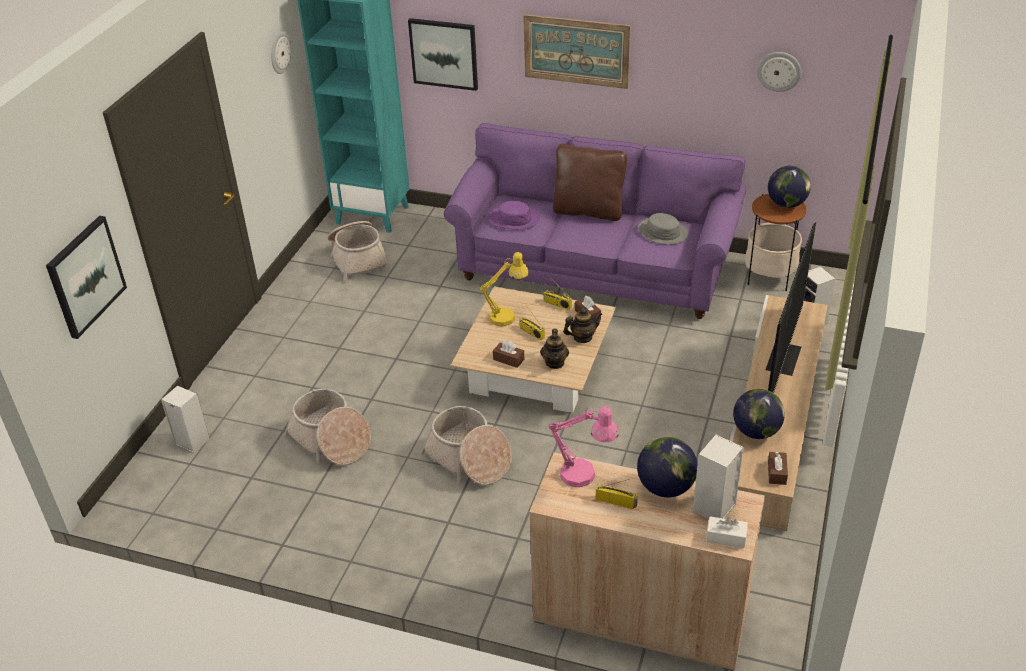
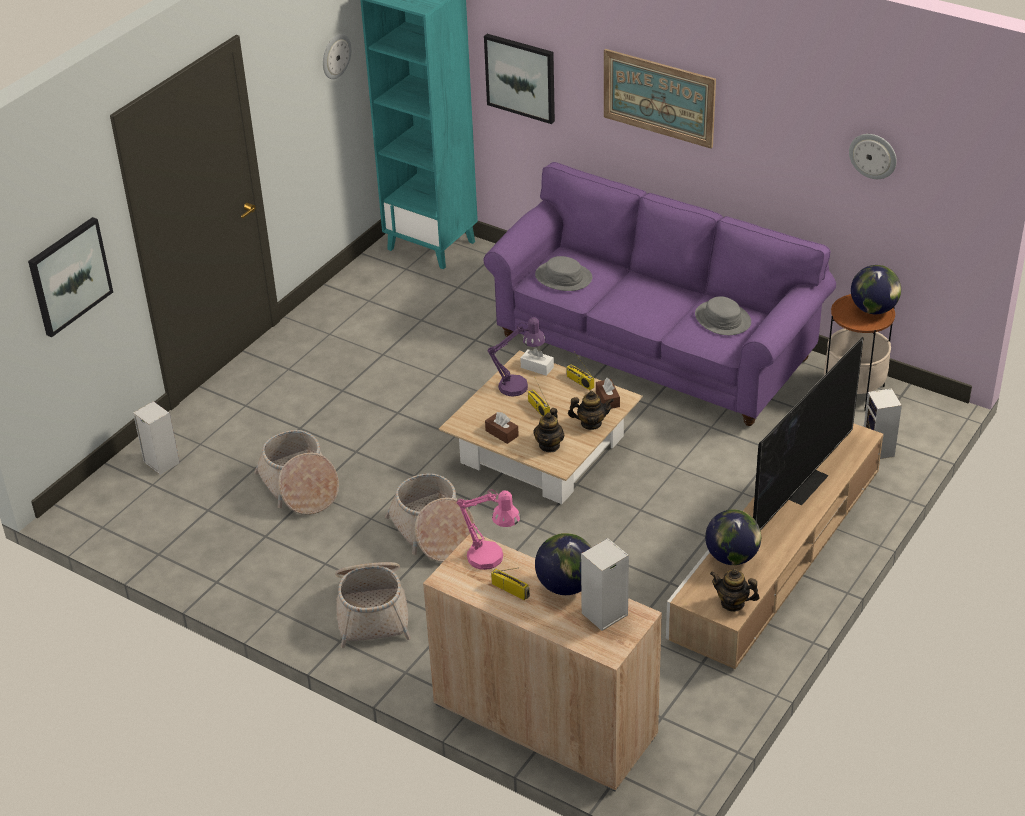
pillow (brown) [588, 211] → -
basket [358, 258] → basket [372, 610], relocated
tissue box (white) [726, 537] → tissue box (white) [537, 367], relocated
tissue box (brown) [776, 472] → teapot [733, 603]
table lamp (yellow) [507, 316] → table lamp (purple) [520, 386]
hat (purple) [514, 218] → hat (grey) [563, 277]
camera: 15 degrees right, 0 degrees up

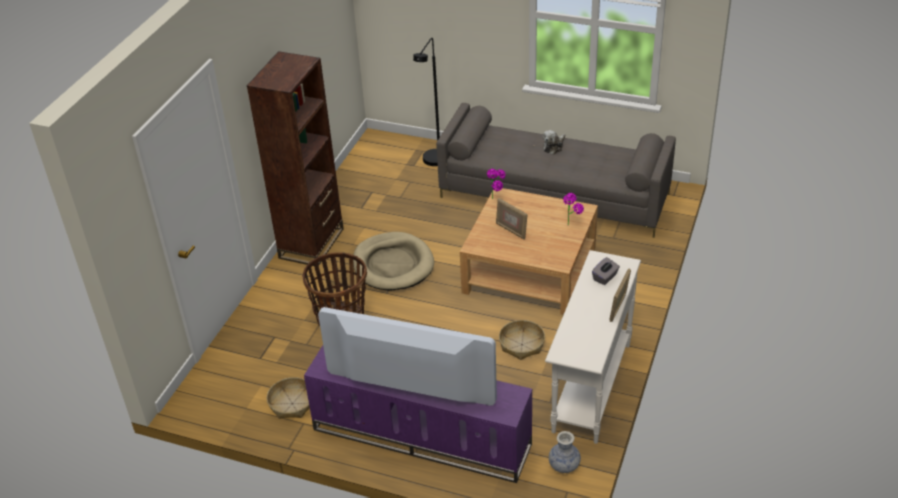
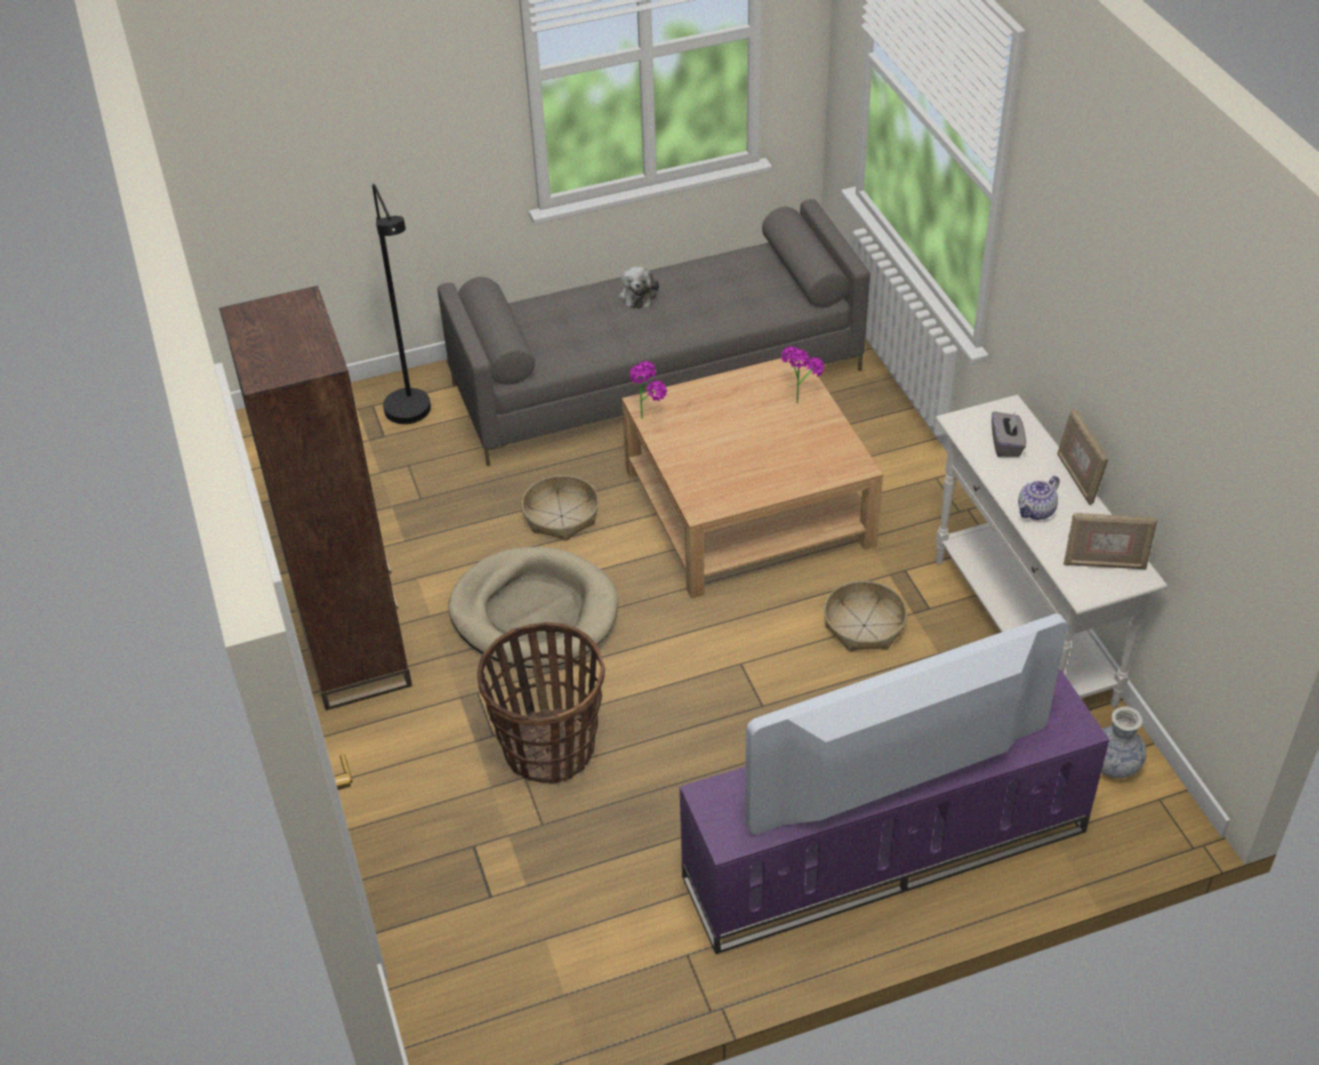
- → teapot [1036, 511]
basket [292, 403] → basket [561, 516], relocated
picture frame [511, 230] → picture frame [1104, 564], relocated
camera: 40 degrees left, 5 degrees up

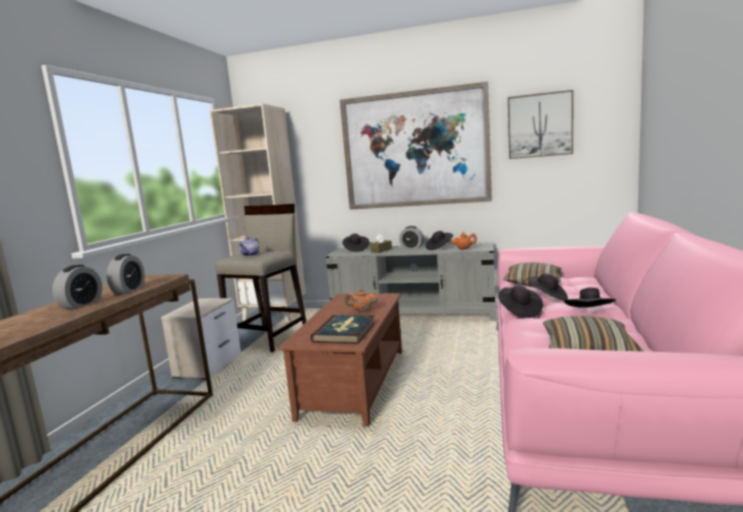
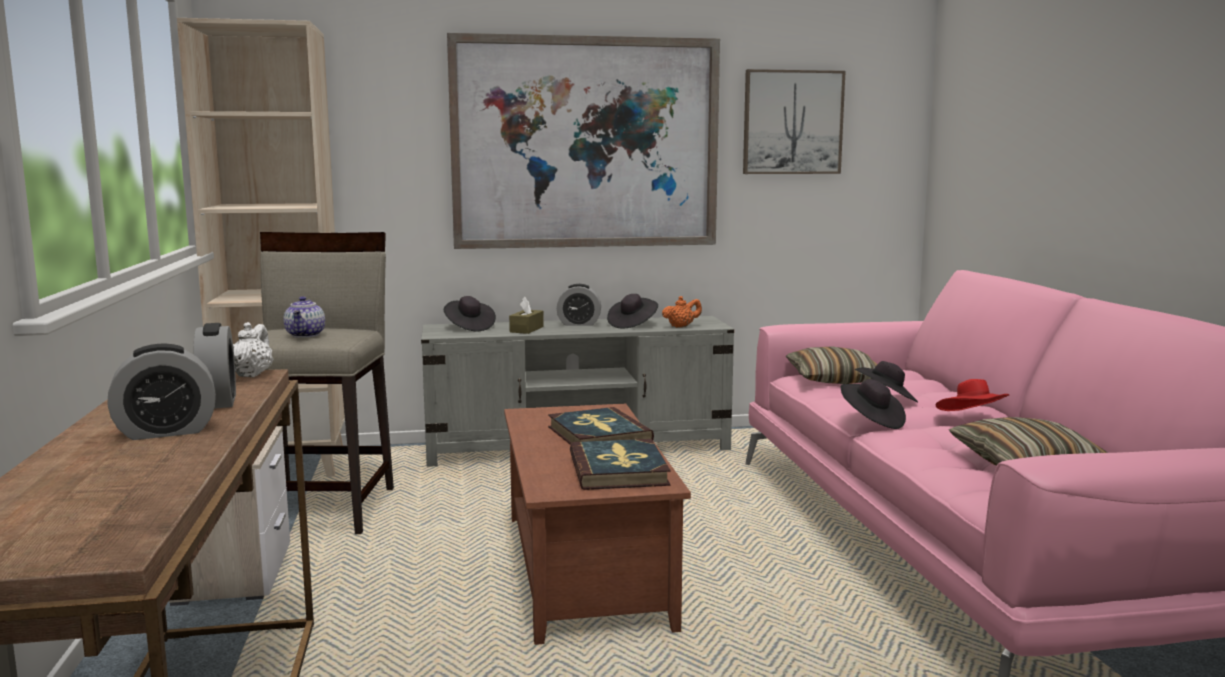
- → teapot (white) [252, 375]
teapot (orange) [362, 311] → book [598, 435]
hat (black) [590, 313] → hat (red) [972, 419]
alarm clock [81, 304] → alarm clock [166, 432], 75 degrees clockwise
camera: 25 degrees left, 0 degrees up

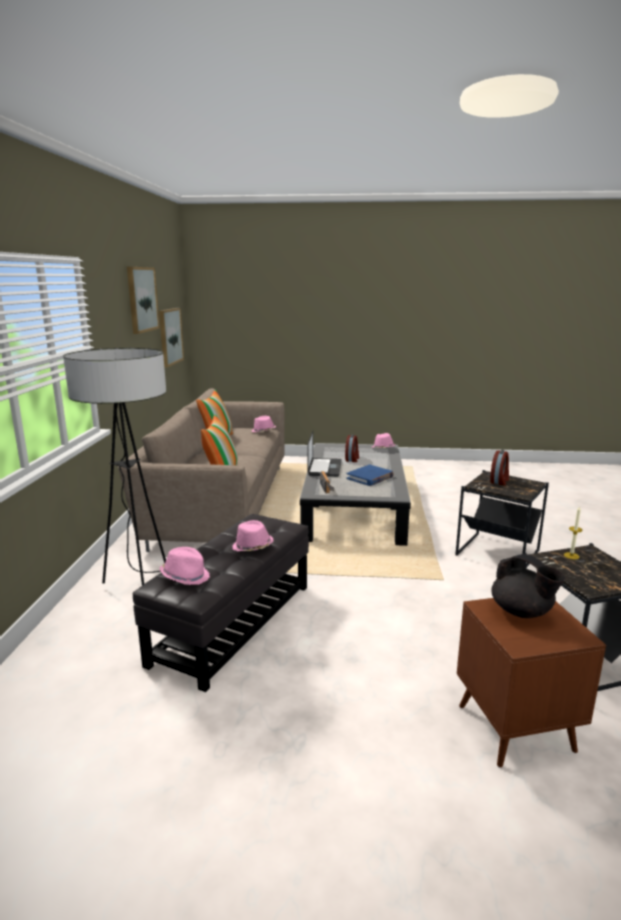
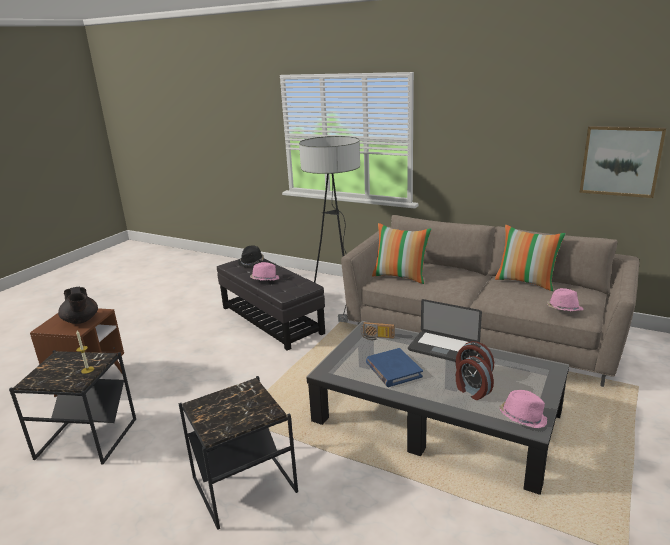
picture [141, 299] → -
alarm clock [500, 481] → alarm clock [472, 391], relocated
hat (pink) [185, 576] → hat (black) [252, 262]
teapot (black) [522, 612] → teapot (black) [81, 321], 105 degrees counterclockwise
camera: 115 degrees right, 5 degrees up

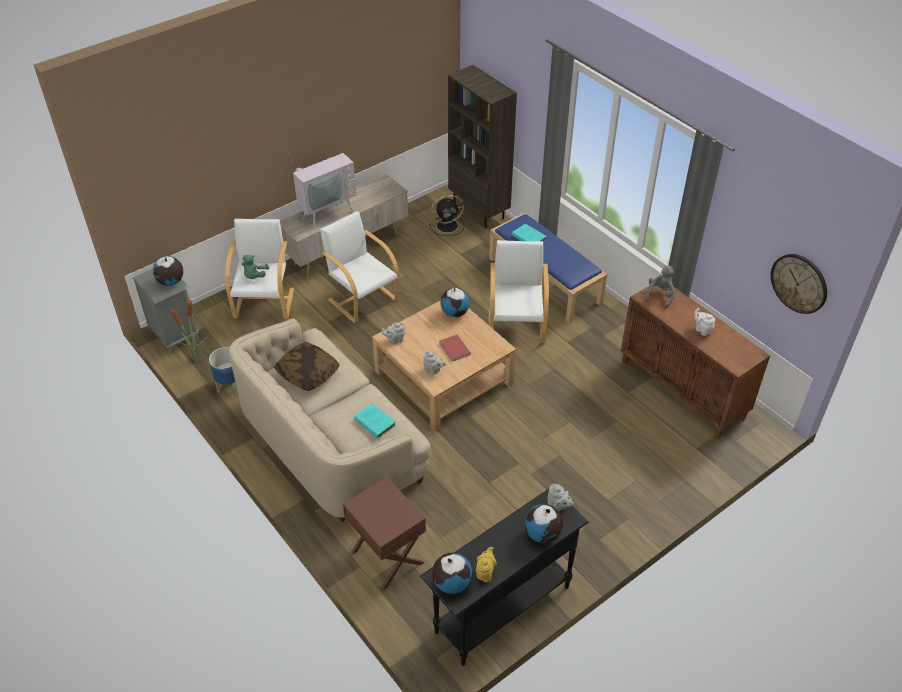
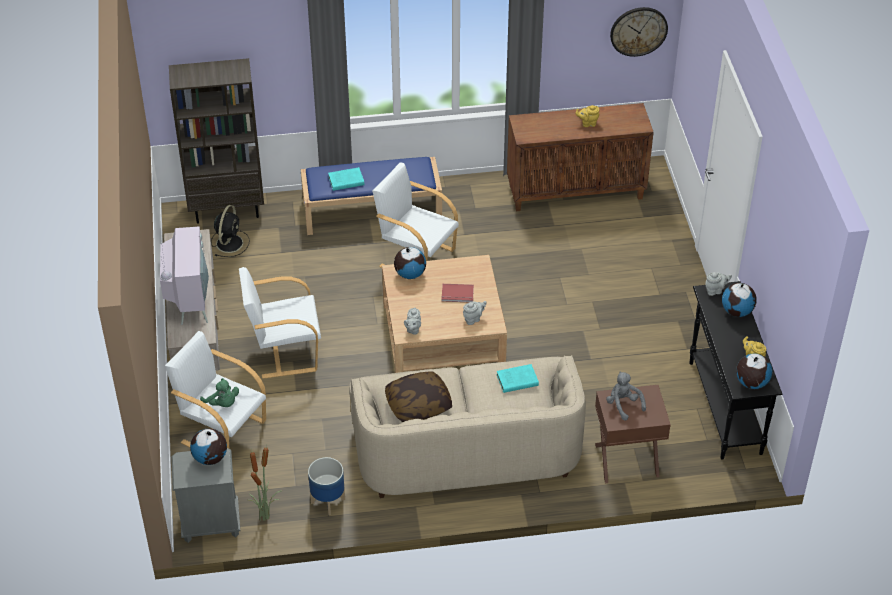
plush toy (grey) [660, 295] → plush toy (grey) [623, 405], relocated
teapot (white) [702, 329] → teapot (yellow) [587, 123]
camera: 60 degrees left, 0 degrees up

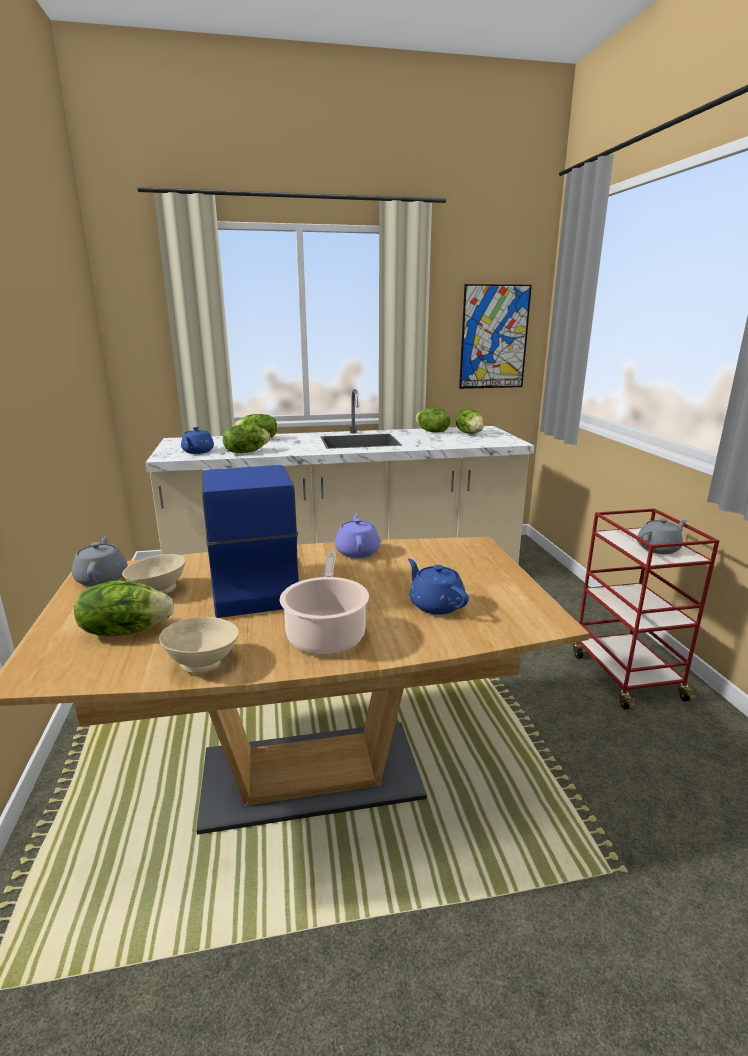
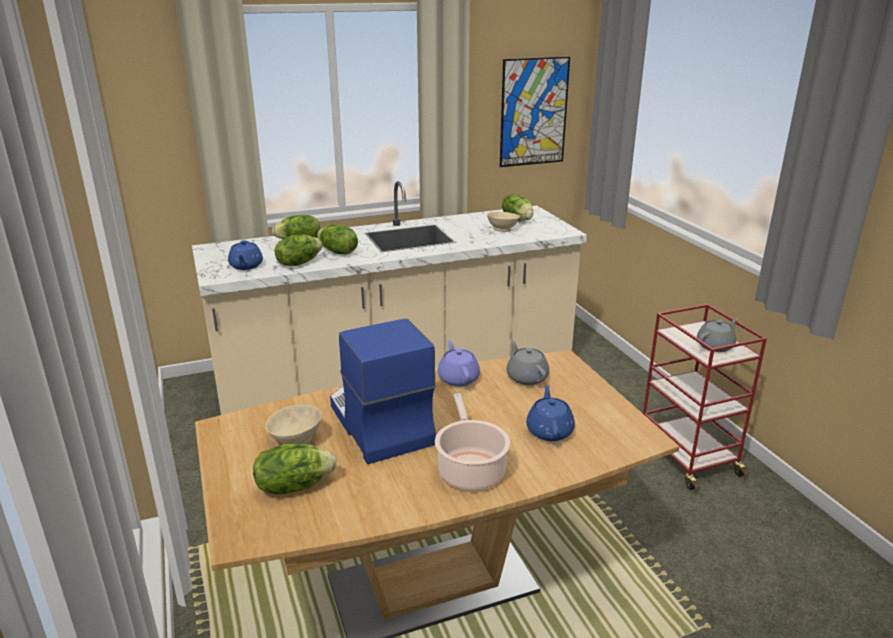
teapot (grey) [102, 578] → teapot (grey) [526, 377], relocated
bowl (beige) [204, 663] → bowl (beige) [503, 230], relocated
lettuce [431, 431] → lettuce [337, 252], relocated
teapot (blue) [435, 604] → teapot (blue) [549, 430], 45 degrees clockwise
camera: 10 degrees left, 5 degrees up

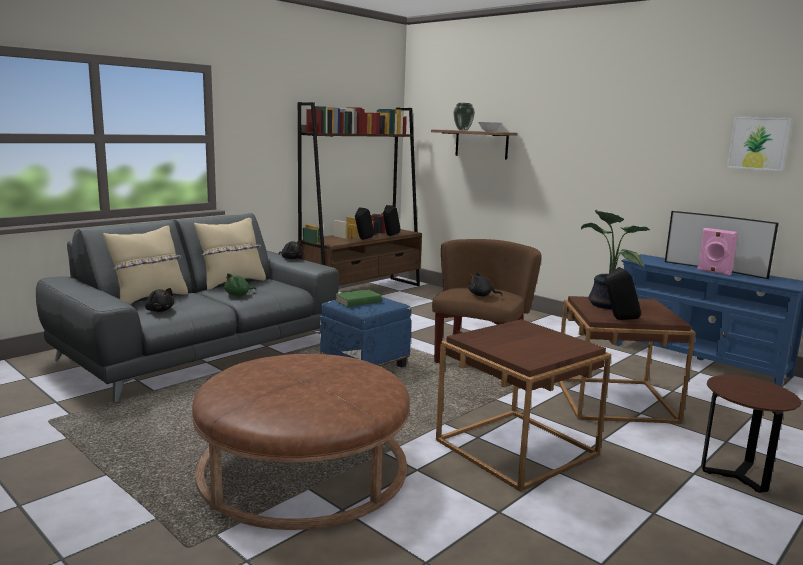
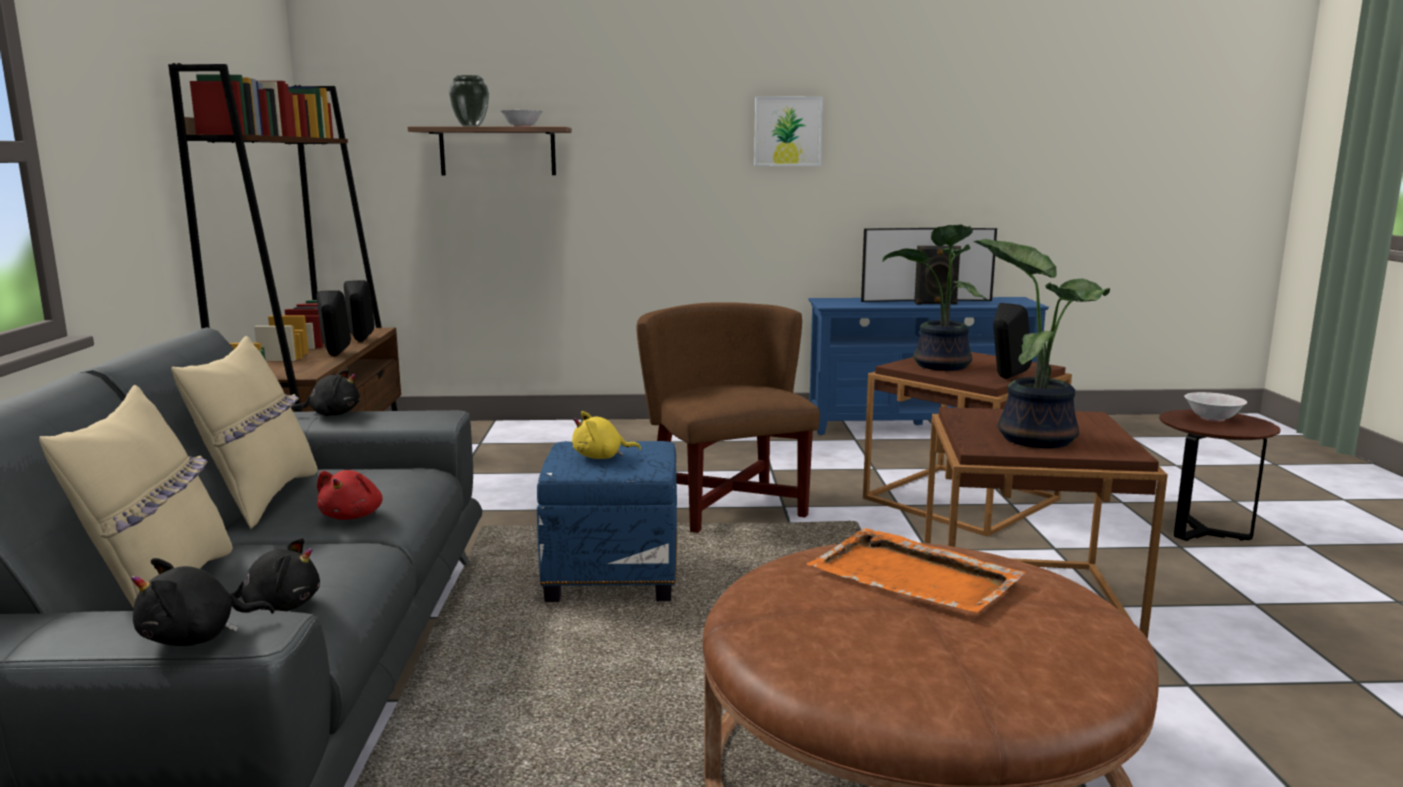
- → tray (orange) [915, 577]
- → potted plant [1035, 437]
- → bowl (white) [1212, 418]
plush toy (black) [481, 295] → plush toy (black) [196, 637], relocated
picture [758, 143] → picture [787, 131], relocated
book (green) [358, 301] → plush toy (yellow) [601, 457]
plush toy (green) [239, 295] → plush toy (red) [353, 516]
speaker (pink) [713, 272] → speaker (black) [935, 303]
camera: 45 degrees left, 0 degrees up

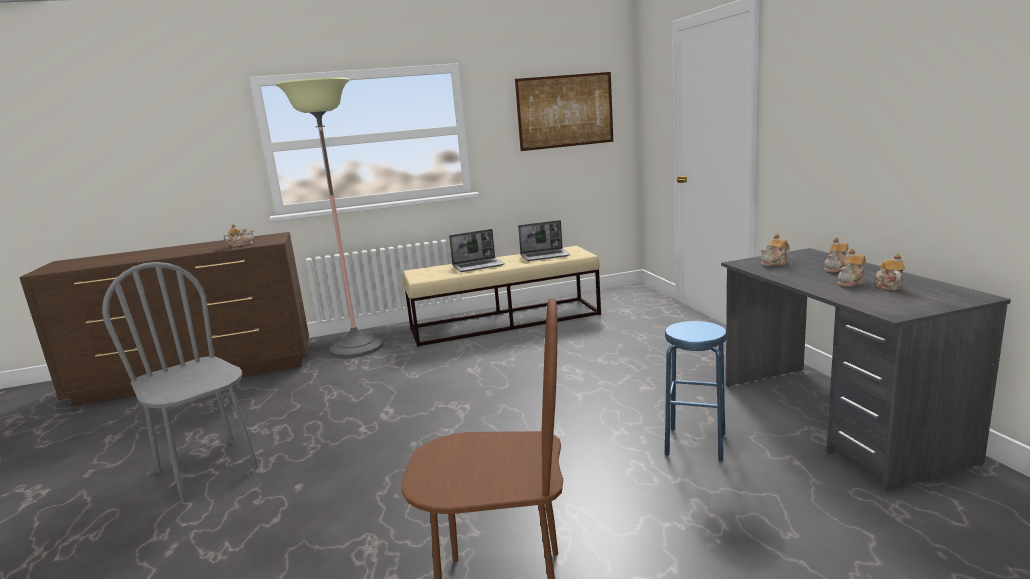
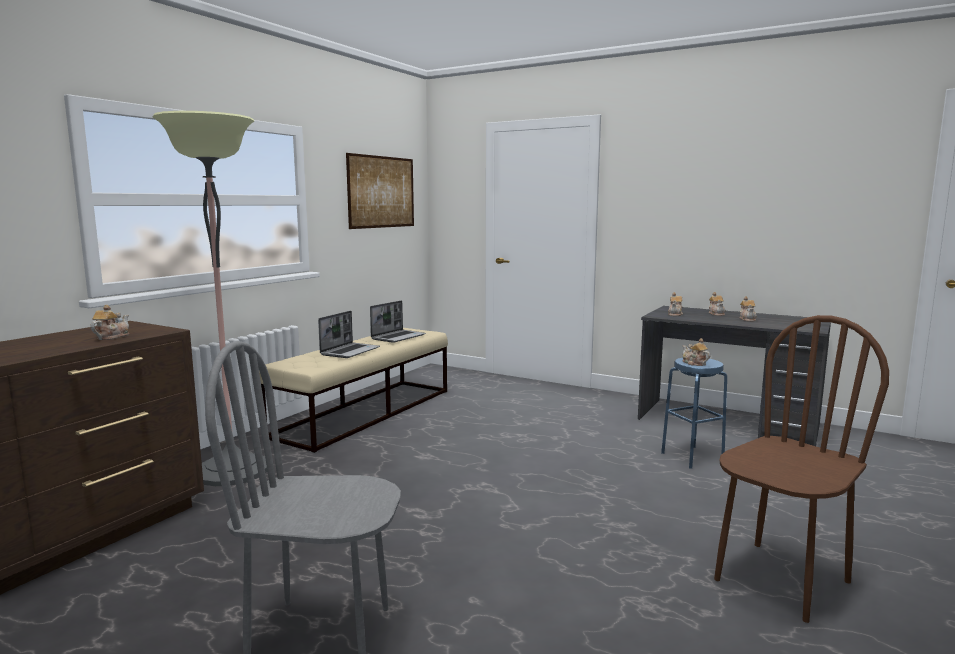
teapot [888, 286] → teapot [694, 363], relocated
camera: 45 degrees left, 5 degrees down

